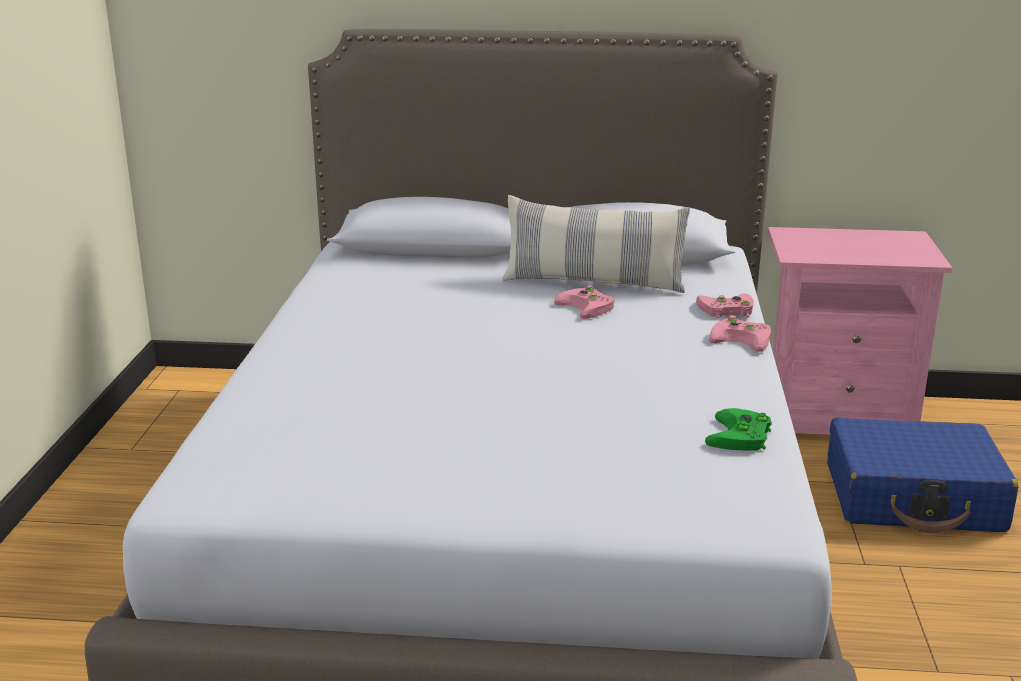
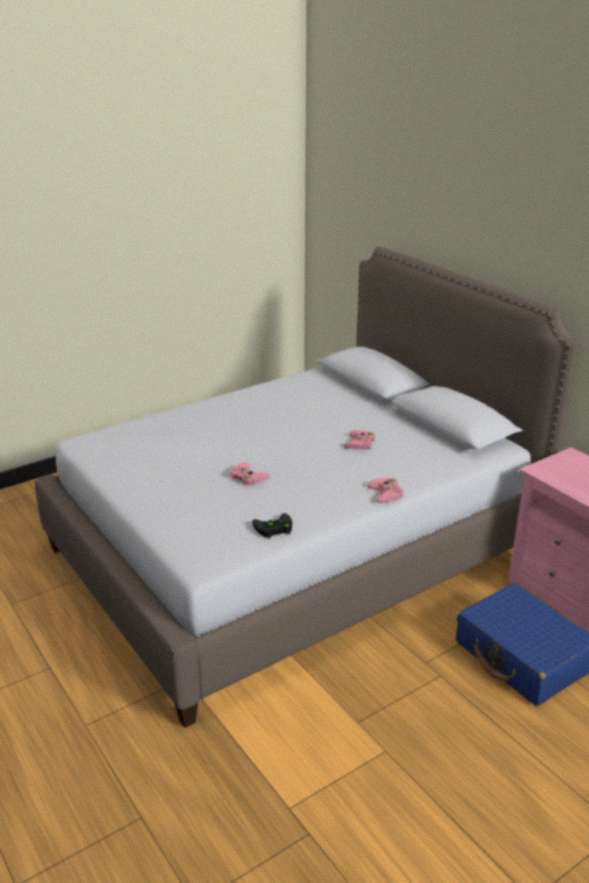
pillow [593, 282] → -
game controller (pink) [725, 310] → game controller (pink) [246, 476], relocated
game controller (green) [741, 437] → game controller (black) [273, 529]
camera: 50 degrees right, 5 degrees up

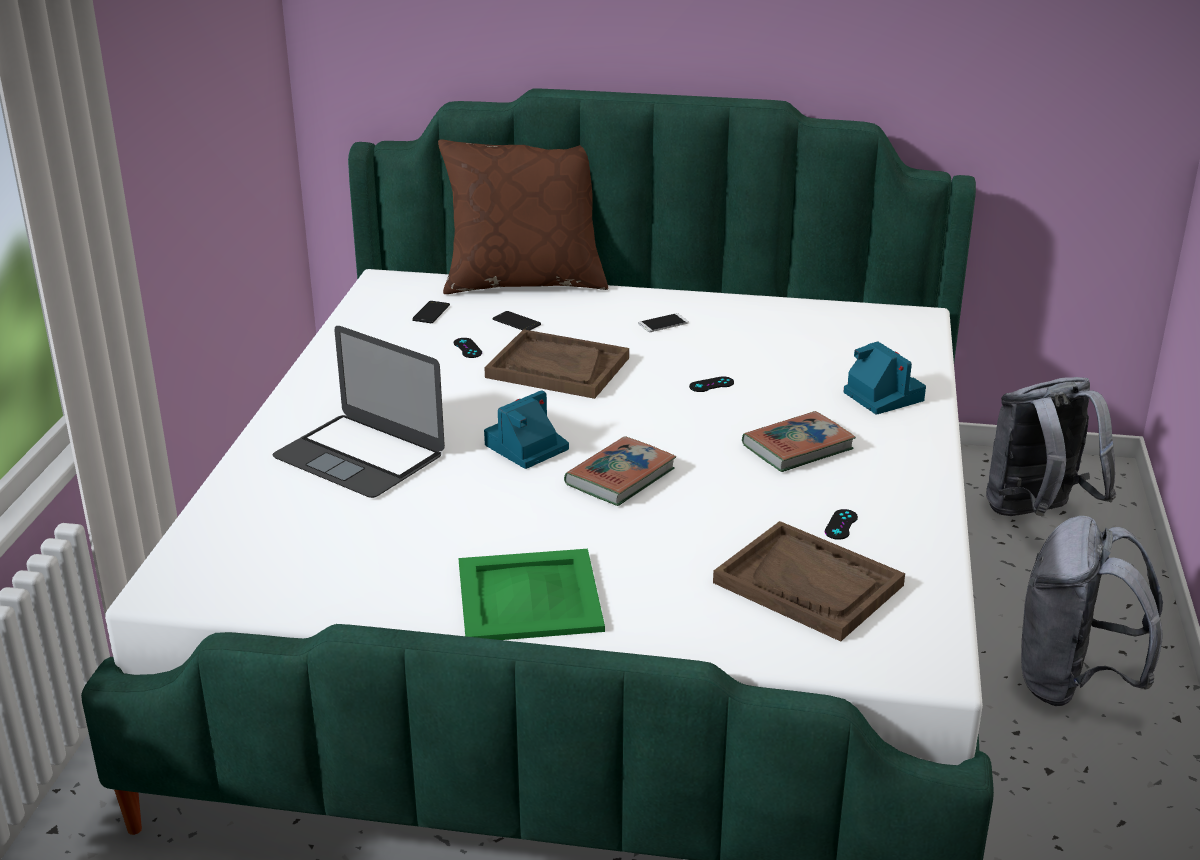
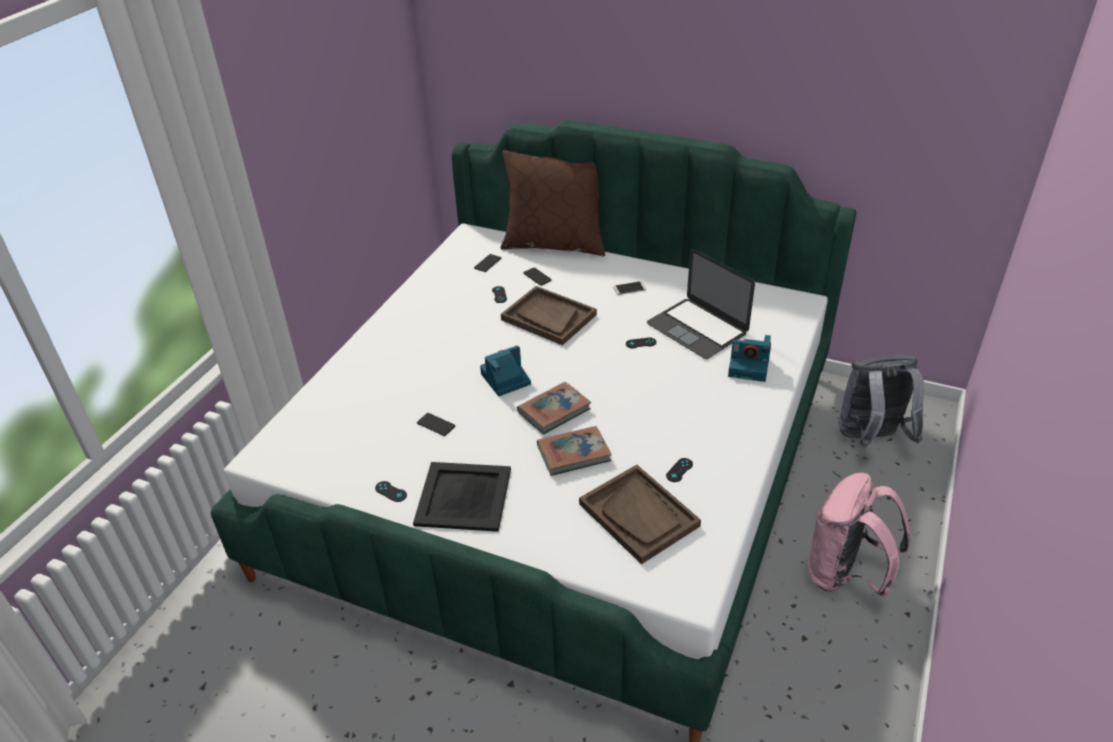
- → game controller (black) [391, 491]
- → phone [436, 425]
laptop [359, 456] → laptop [697, 328], relocated
book [797, 447] → book [573, 454], relocated
tray (green) [530, 595] → tray (black) [464, 496]
backpack (grey) [1073, 683] → backpack (pink) [845, 575]
photo camera [881, 395] → photo camera [750, 366], 120 degrees clockwise
camera: 15 degrees right, 10 degrees up

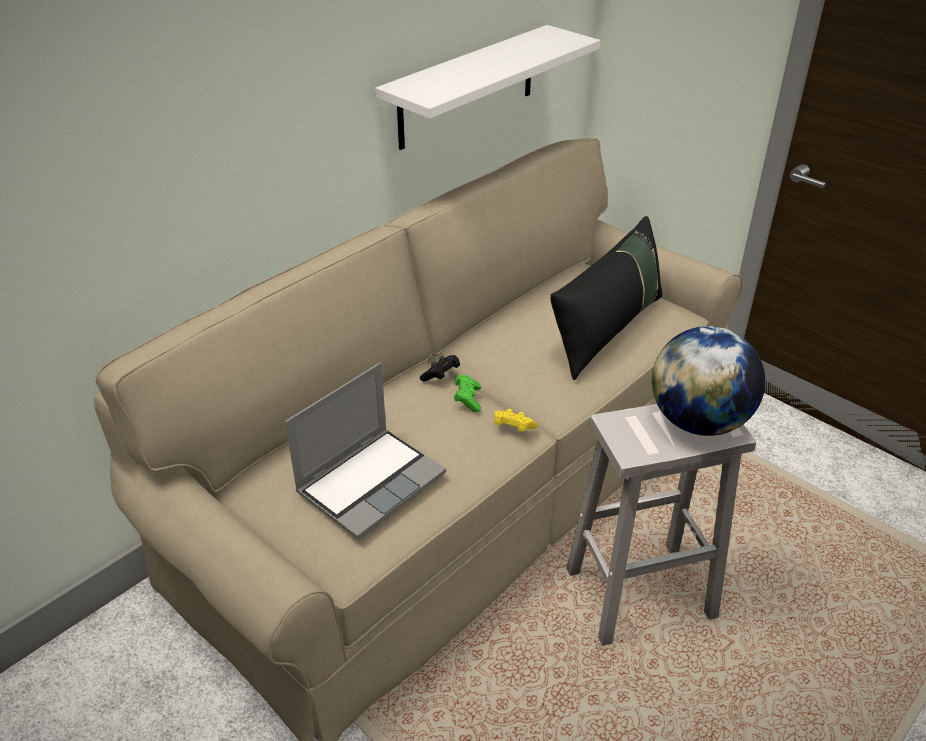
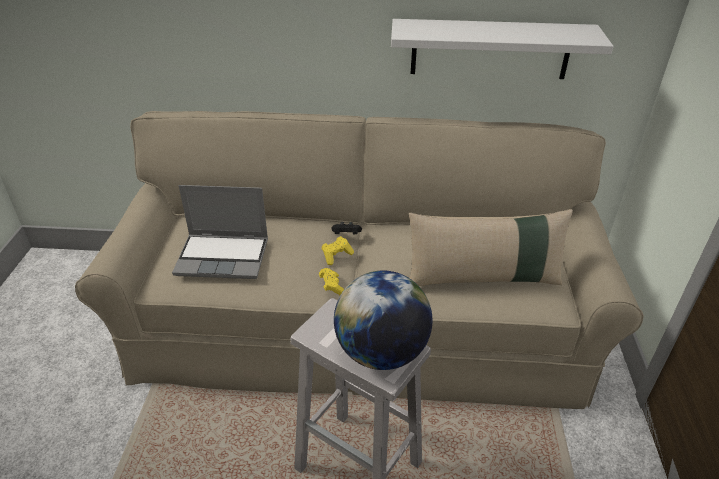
game controller (green) [467, 399] → game controller (yellow) [336, 255]
pillow (black) [607, 330] → pillow (beige) [483, 278]
camera: 50 degrees right, 0 degrees up

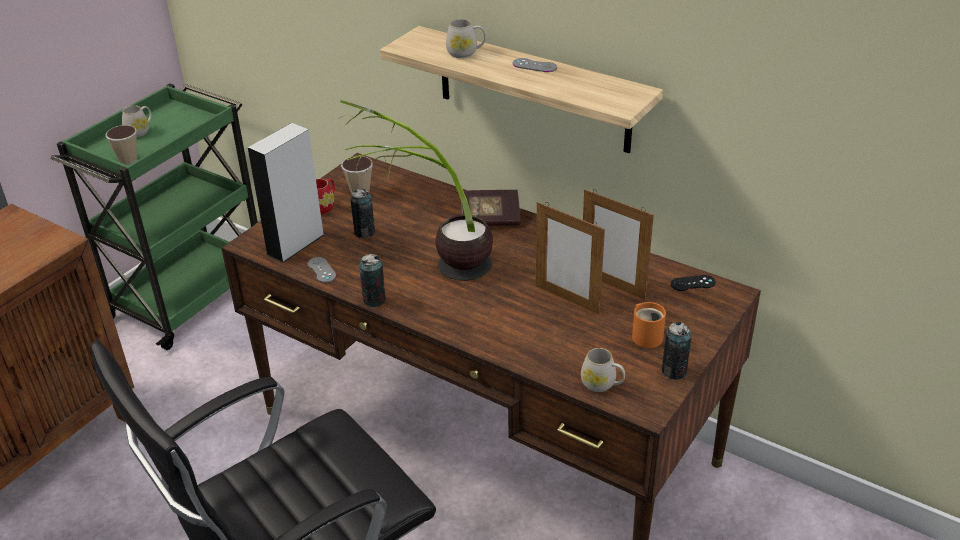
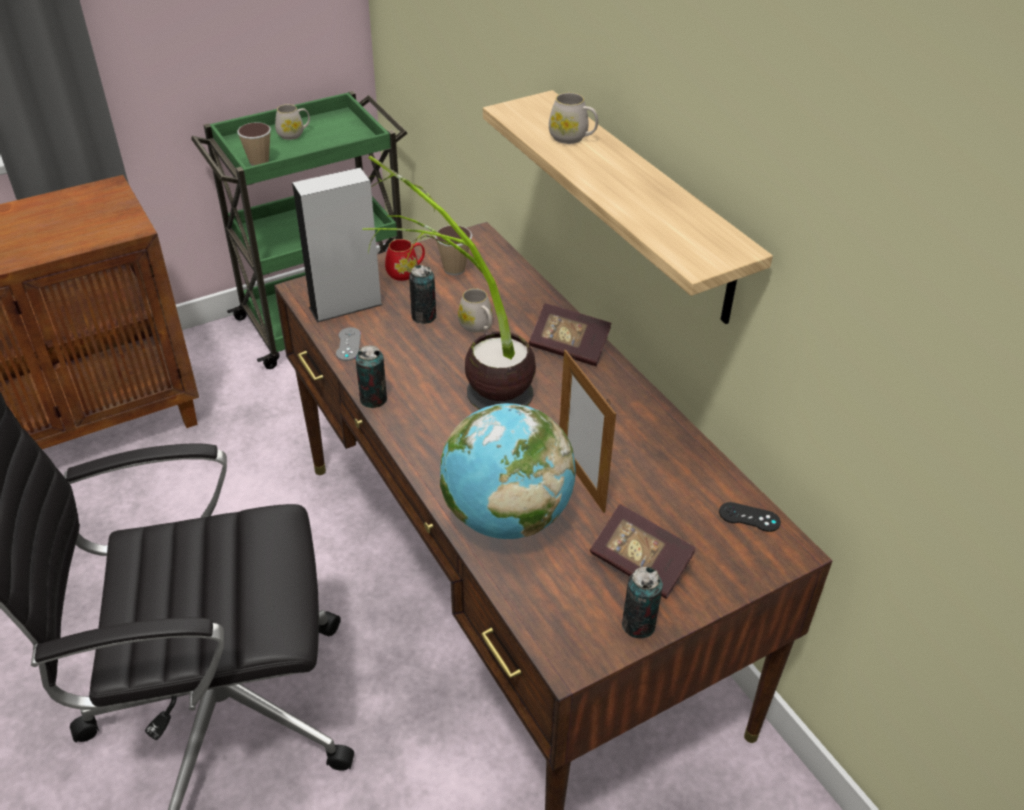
game controller (grey) [534, 65] → -
picture frame [612, 285] → -
- → globe [506, 516]
mug (white) [602, 384] → mug (white) [478, 327], relocated
mug (orange) [646, 335] → book [640, 563]
camera: 25 degrees right, 5 degrees up

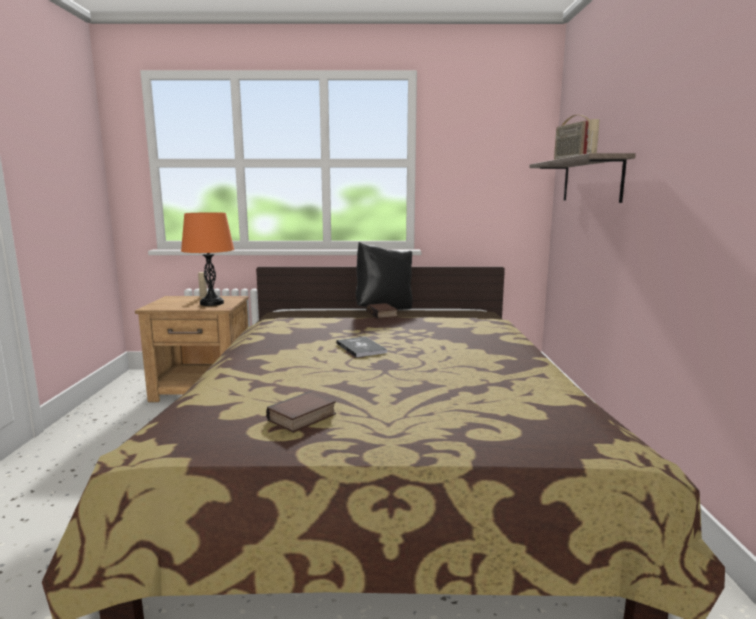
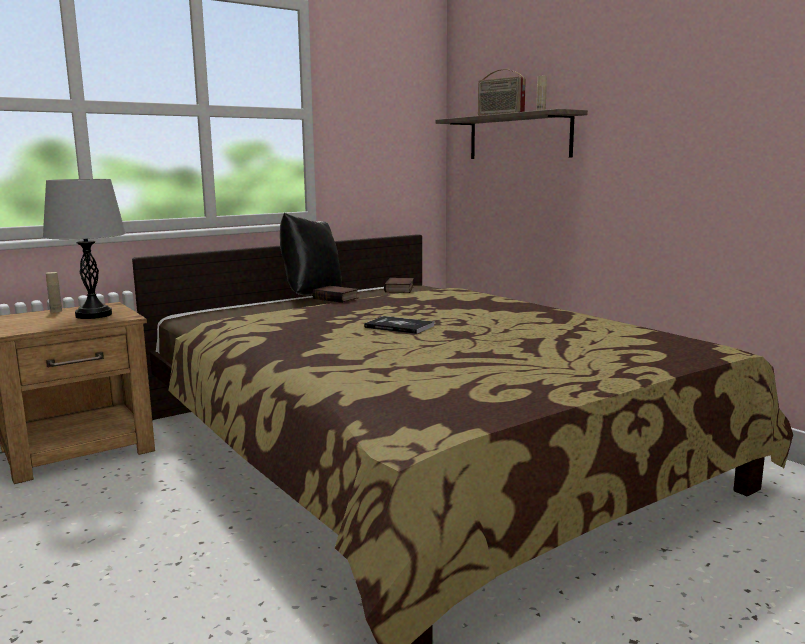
book [302, 418] → book [400, 289], relocated
table lamp (orange) [212, 303] → table lamp (grey) [94, 315]
camera: 35 degrees left, 0 degrees up

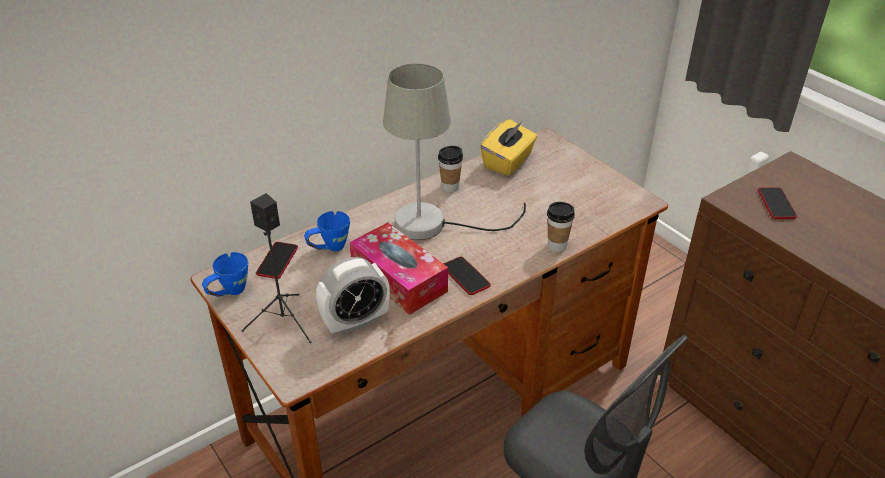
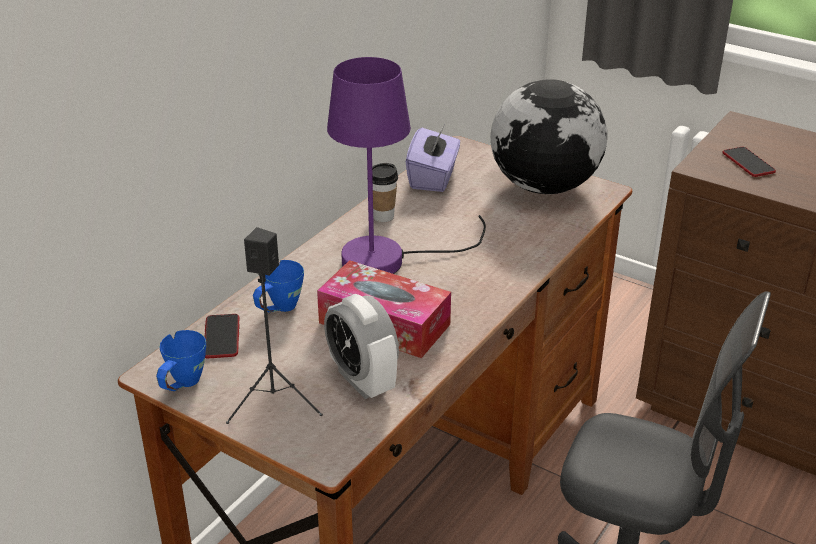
phone [465, 276] → -
cup [557, 245] → -
- → globe [544, 186]
table lamp (grey) [435, 224] → table lamp (purple) [390, 258]
tissue box (yellow) [508, 162] → tissue box (purple) [433, 178]
alarm clock [355, 322] → alarm clock [362, 380], 105 degrees clockwise
camera: 20 degrees left, 5 degrees down

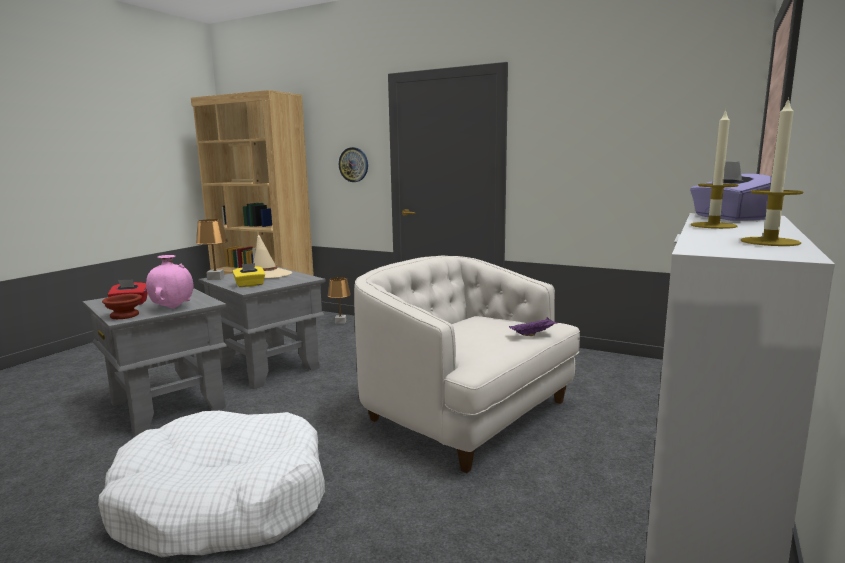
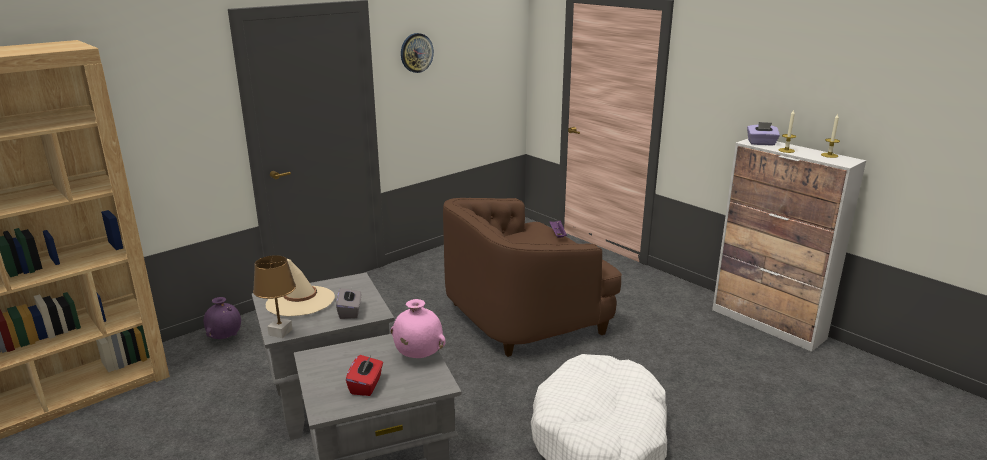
bowl (brown) [124, 316] → -
wall clock [353, 164] → wall clock [416, 52], relocated
table lamp (brown) [340, 322] → vase (purple) [225, 337]
tissue box (yellow) [250, 285] → tissue box (grey) [350, 312]
armchair (white) [465, 413] → armchair (brown) [524, 316]
camera: 70 degrees left, 10 degrees up

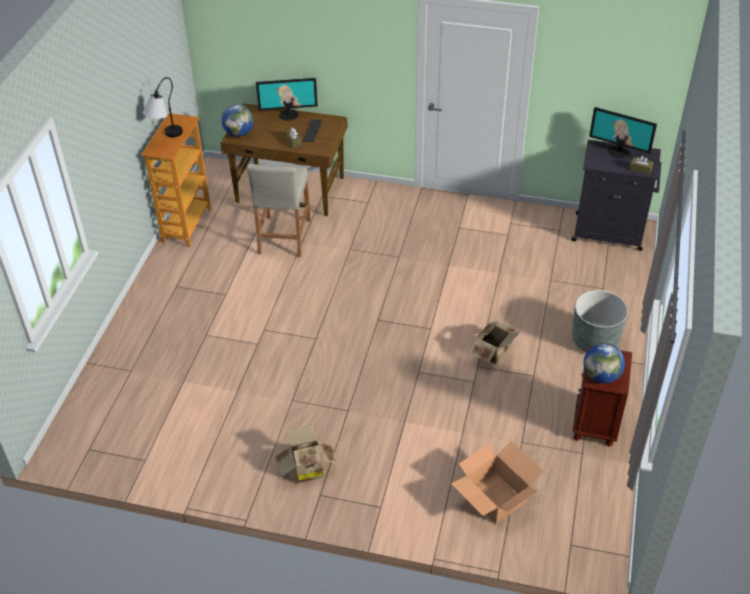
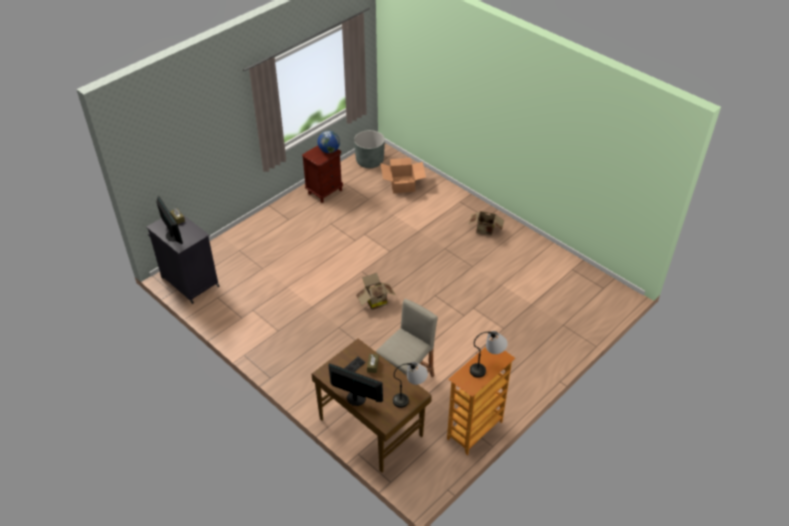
cardboard box [494, 353] → cardboard box [374, 301], relocated
planter (grey) [595, 340] → planter (grey) [369, 161], relocated
globe [239, 133] → table lamp [410, 396]
camera: 150 degrees left, 0 degrees up

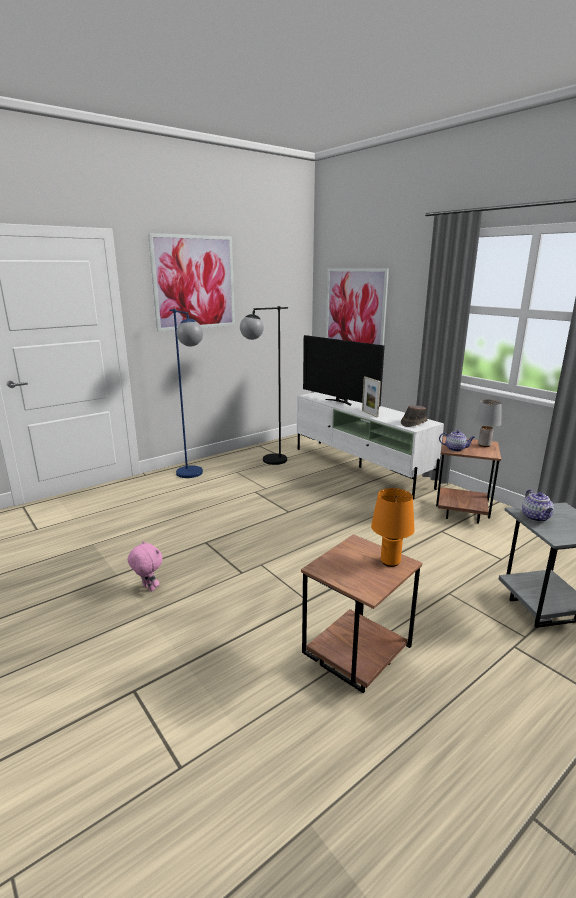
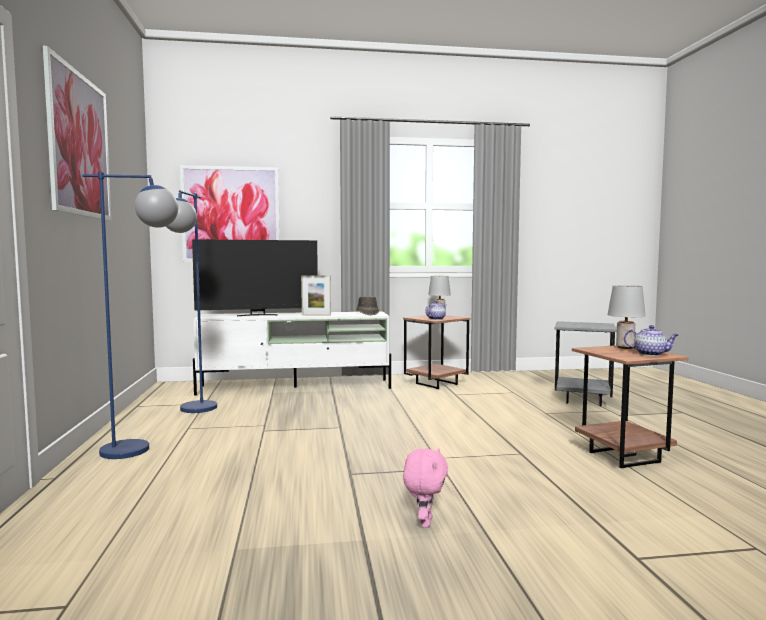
teapot [536, 517] → teapot [650, 354], relocated
floor lamp (black) [266, 461] → floor lamp (blue) [194, 411]
table lamp (orange) [390, 562] → table lamp (grey) [625, 347]
plush toy (pink) [148, 588] → plush toy (pink) [424, 522], 120 degrees clockwise
camera: 60 degrees left, 15 degrees down

